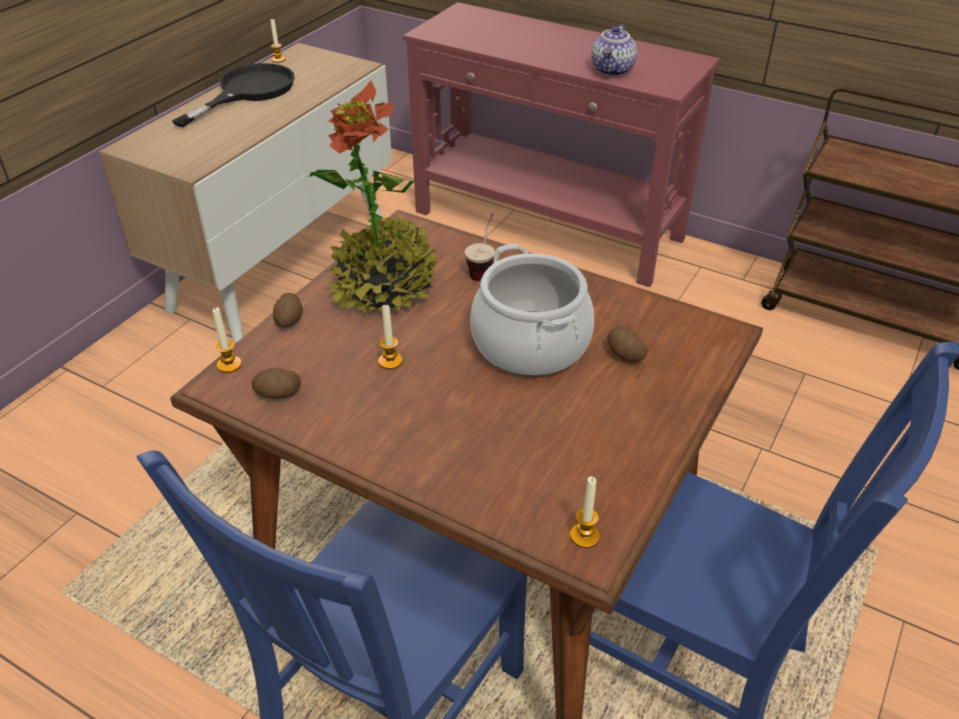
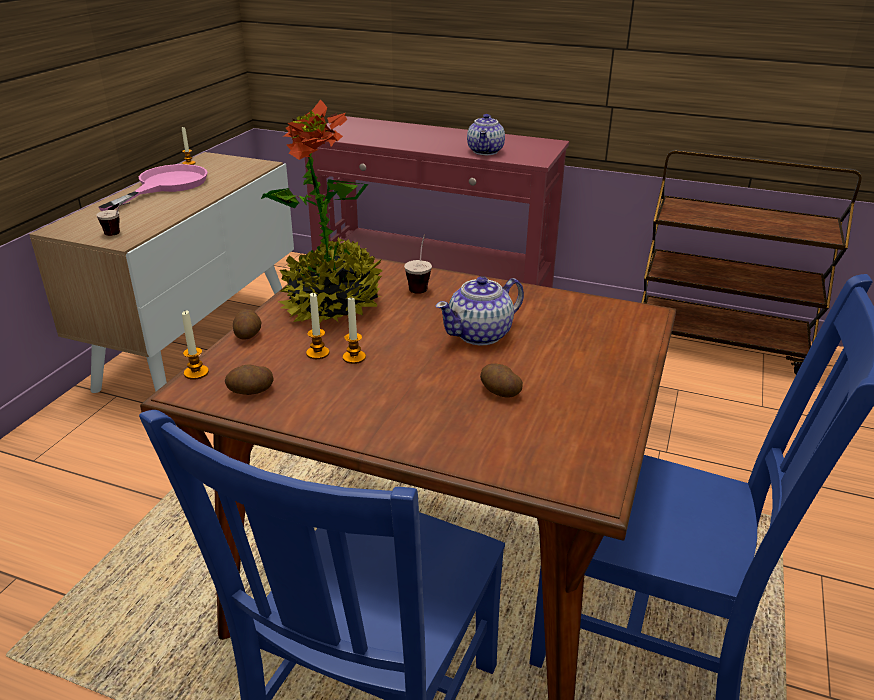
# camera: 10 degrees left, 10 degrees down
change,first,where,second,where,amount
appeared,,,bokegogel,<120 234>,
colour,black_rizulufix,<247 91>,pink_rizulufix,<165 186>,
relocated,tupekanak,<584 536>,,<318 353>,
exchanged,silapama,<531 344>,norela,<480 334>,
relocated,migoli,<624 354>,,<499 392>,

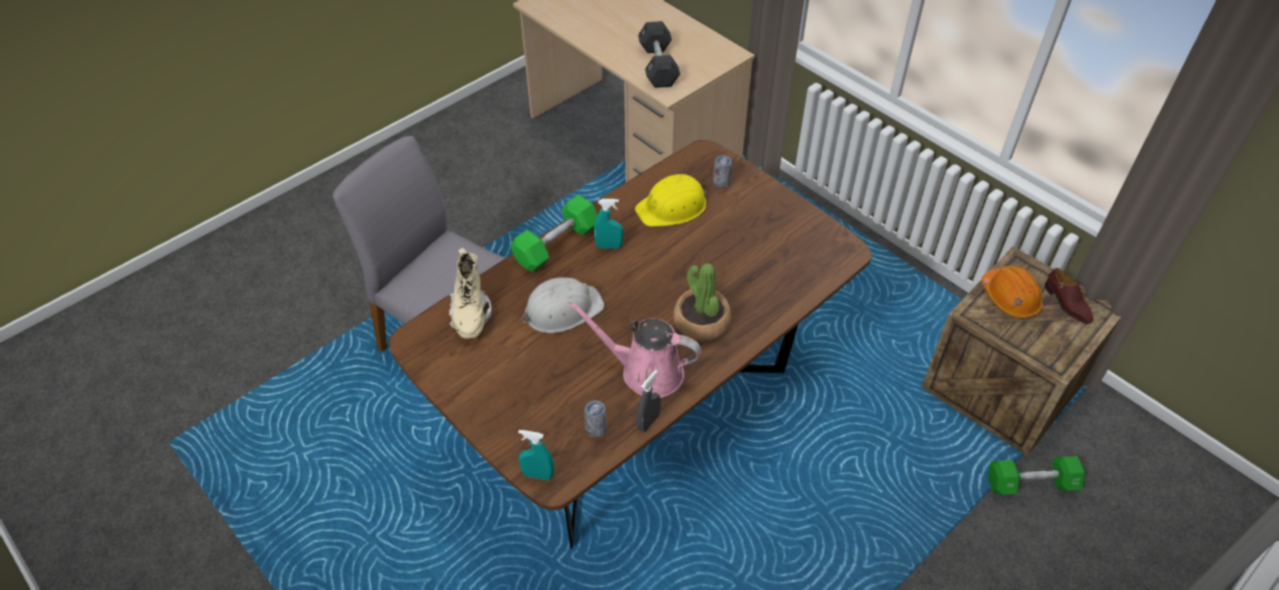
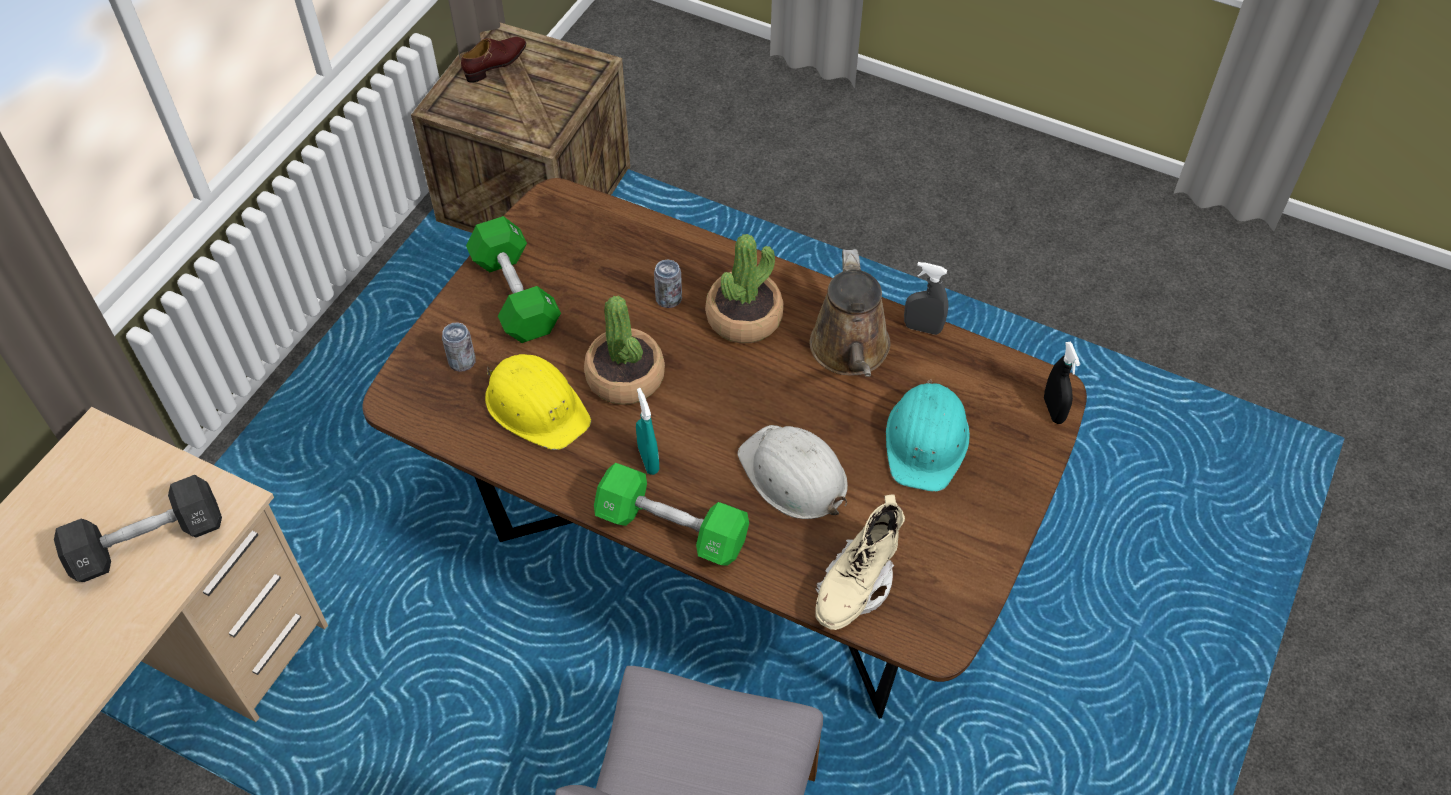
# camera: 110 degrees left, 5 degrees up
change,first,where,second,where,amount
relocated,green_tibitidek,<1031 483>,,<515 295>,
appeared,,,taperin,<625 377>,
relocated,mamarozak,<596 429>,,<668 298>,
colour,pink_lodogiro,<646 371>,brown_lodogiro,<851 351>,
spun,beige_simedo,<470 314>,,<855 586>,150 degrees clockwise
appeared,,,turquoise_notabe,<926 440>,
colour,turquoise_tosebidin,<538 475>,black_tosebidin,<1053 410>,
missing,orange_notabe,<1009 298>,,,

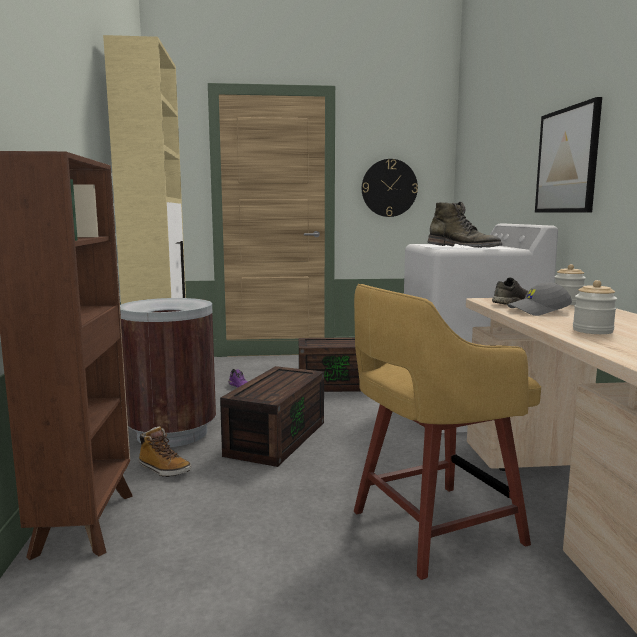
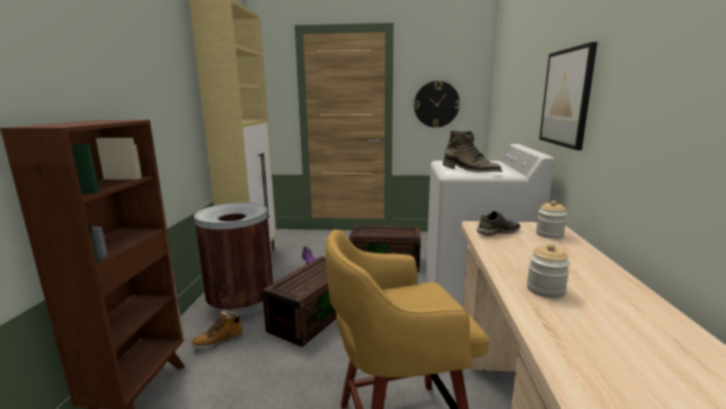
# camera: 10 degrees right, 5 degrees up
change,first,where,second,where,amount
spun,simedo,<163 469>,,<219 341>,105 degrees clockwise
missing,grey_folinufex,<538 311>,,,

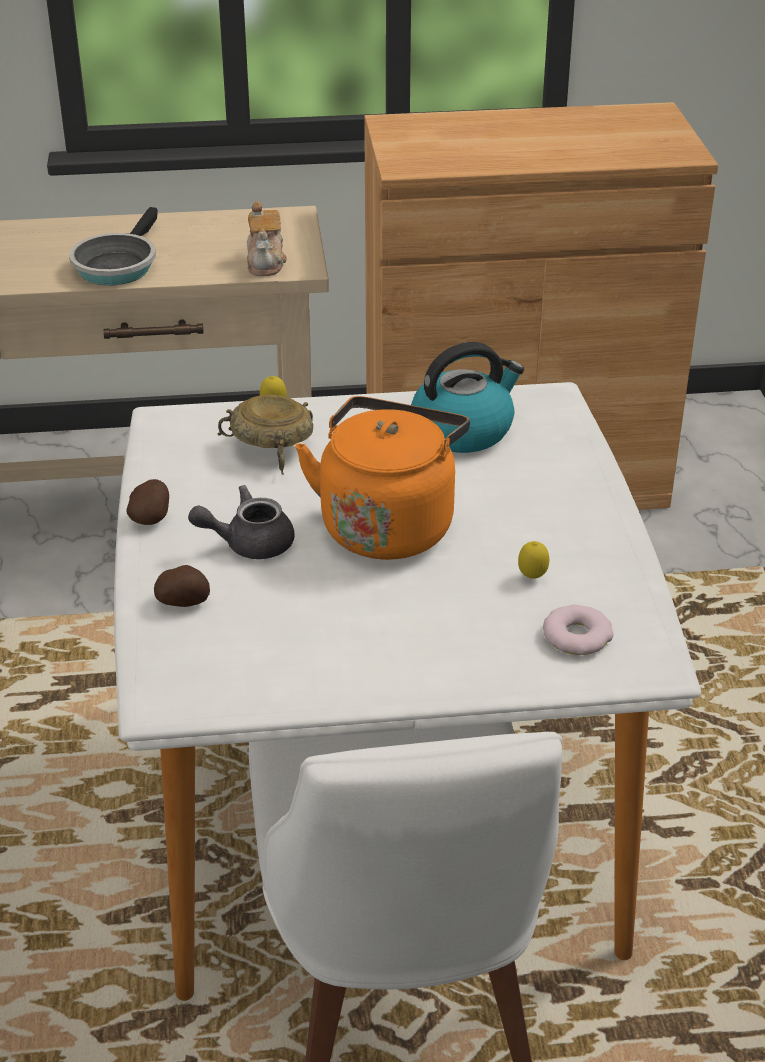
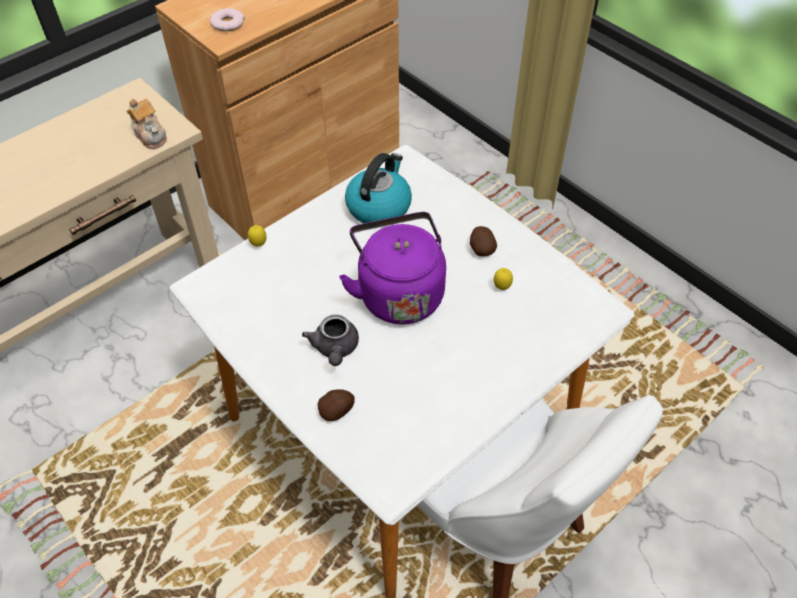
# camera: 35 degrees left, 15 degrees up
change,first,where,second,where,amount
relocated,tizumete,<577 636>,,<228 23>,
spun,grey_norela,<248 543>,,<335 349>,45 degrees counterclockwise
colour,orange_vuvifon,<388 524>,purple_vuvifon,<398 293>,
relocated,migoli,<152 517>,,<481 249>,
missing,rizulufix,<117 265>,,,
missing,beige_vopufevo,<271 448>,,,

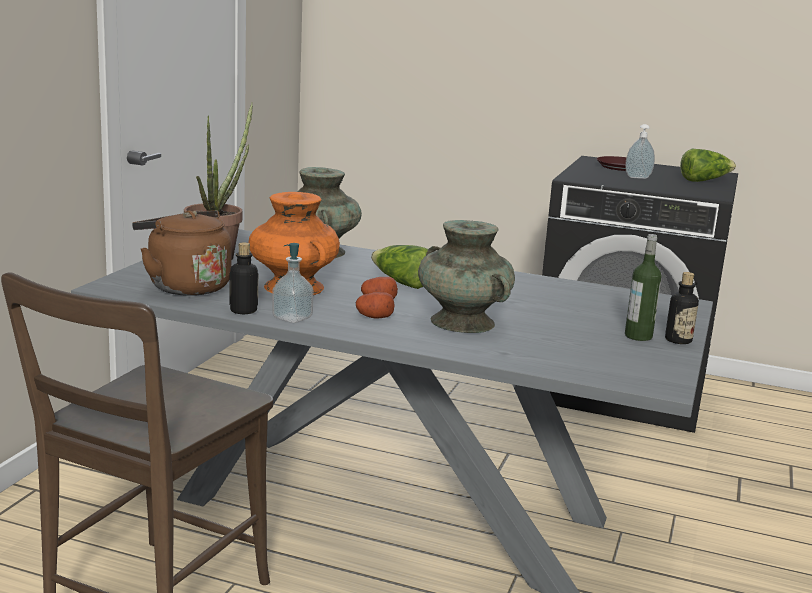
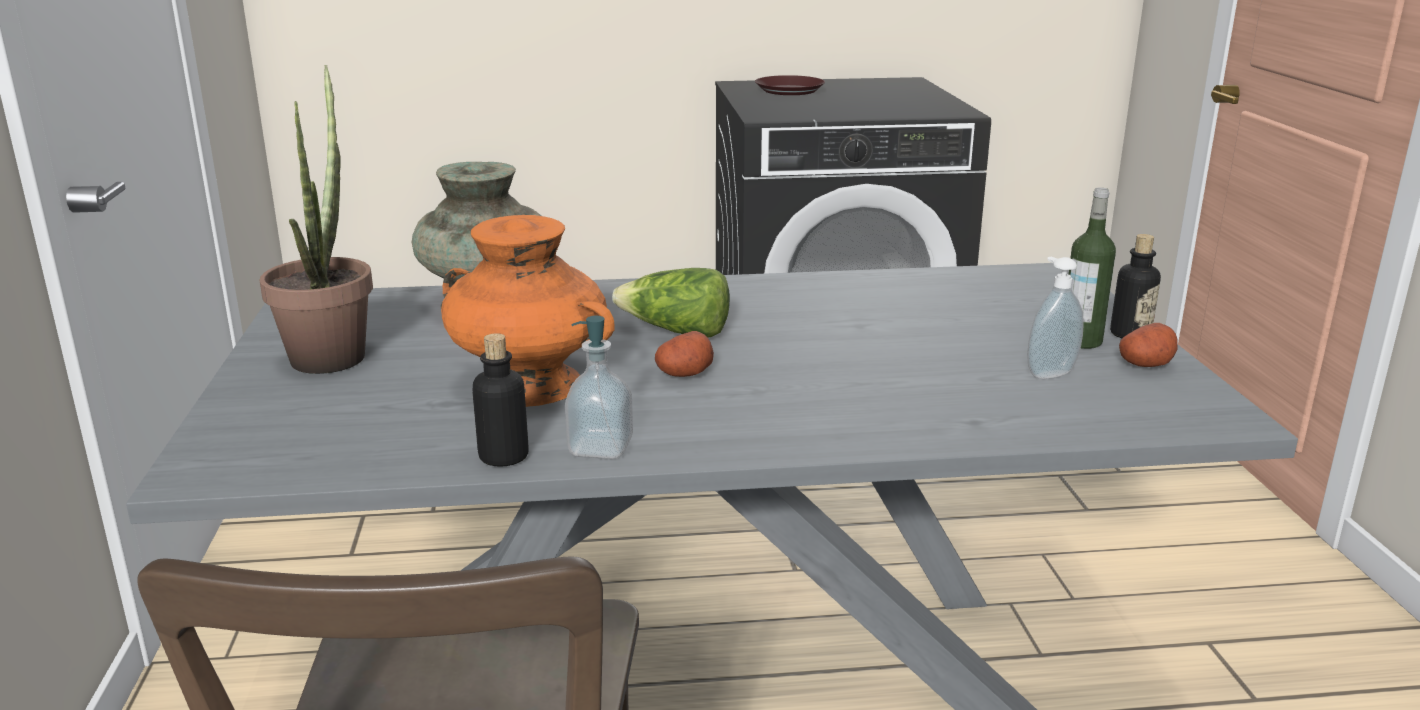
# camera: 25 degrees left, 5 degrees up
change,first,where,second,where,amount
relocated,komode,<637 177>,,<1048 373>,
relocated,migoli,<374 317>,,<1146 364>,
missing,brown_vuvifon,<185 286>,,,
missing,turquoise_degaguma,<462 322>,,,
missing,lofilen,<704 180>,,,

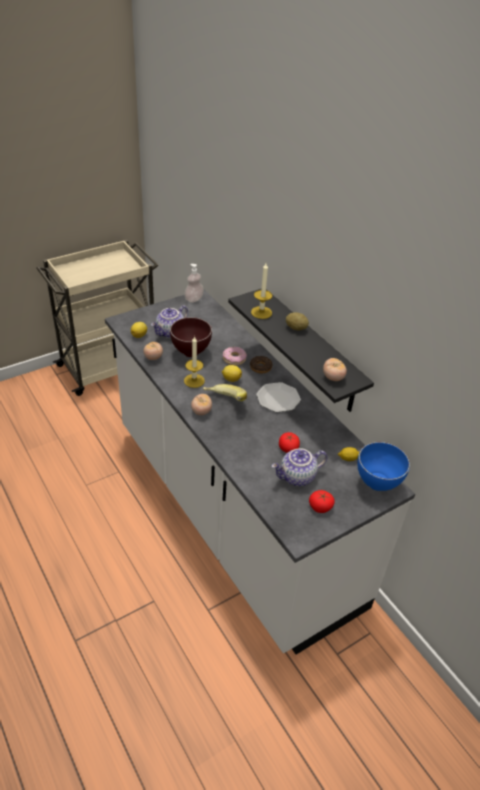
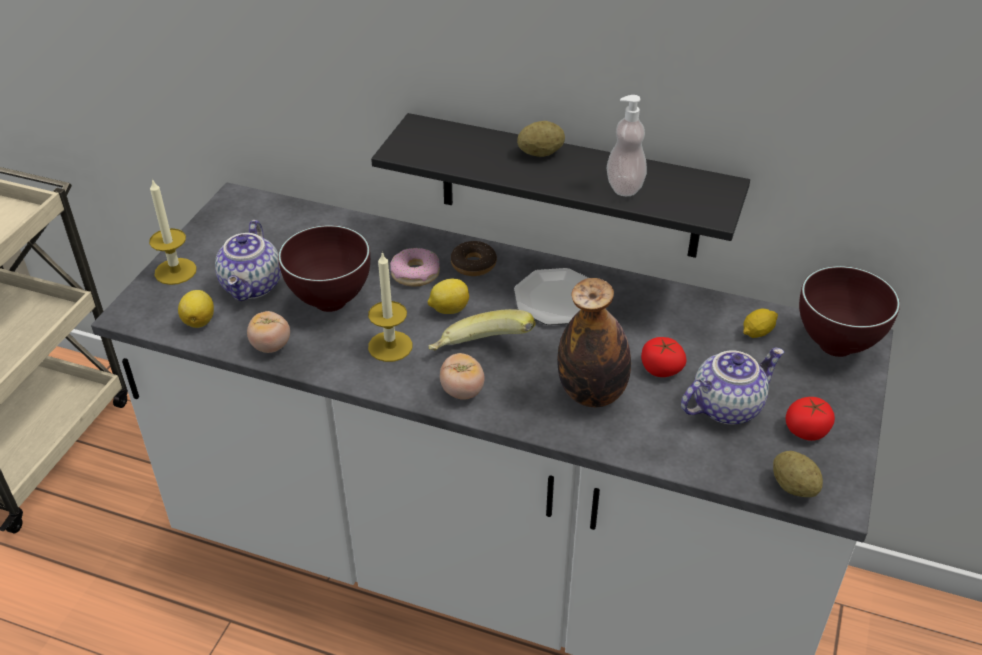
# camera: 35 degrees left, 0 degrees up
change,first,where,second,where,amount
relocated,tupekanak,<261 312>,,<175 271>,
appeared,,,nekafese,<592 393>,
relocated,komode,<194 299>,,<624 186>,
spun,norela,<297 477>,,<726 406>,150 degrees counterclockwise
appeared,,,migoli,<793 487>,
colour,blue_vopufevo,<376 483>,brown_vopufevo,<833 345>,
missing,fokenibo,<333 377>,,,

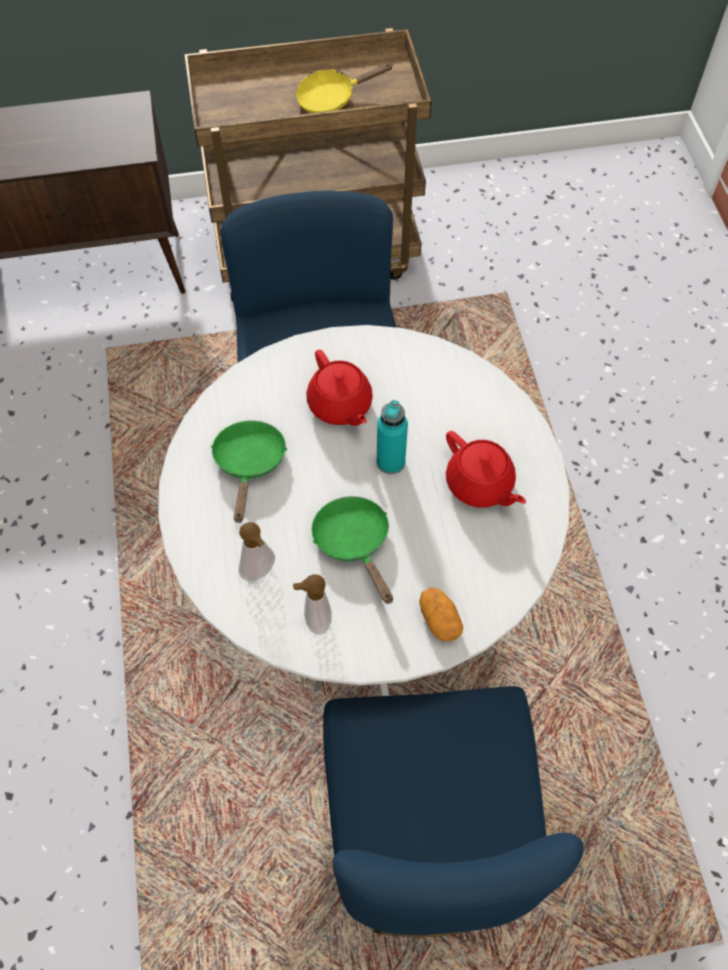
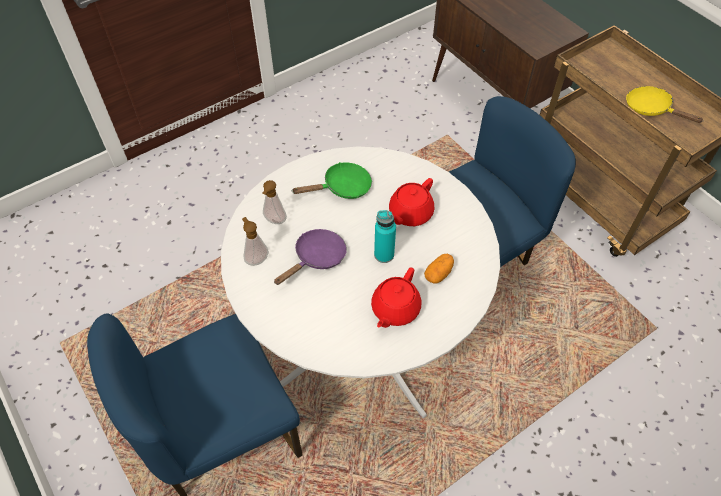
# camera: 65 degrees right, 5 degrees down
change,first,where,second,where,amount
colour,green_rizulufix,<354 542>,purple_rizulufix,<317 258>,
relocated,migoli,<439 620>,,<438 273>,

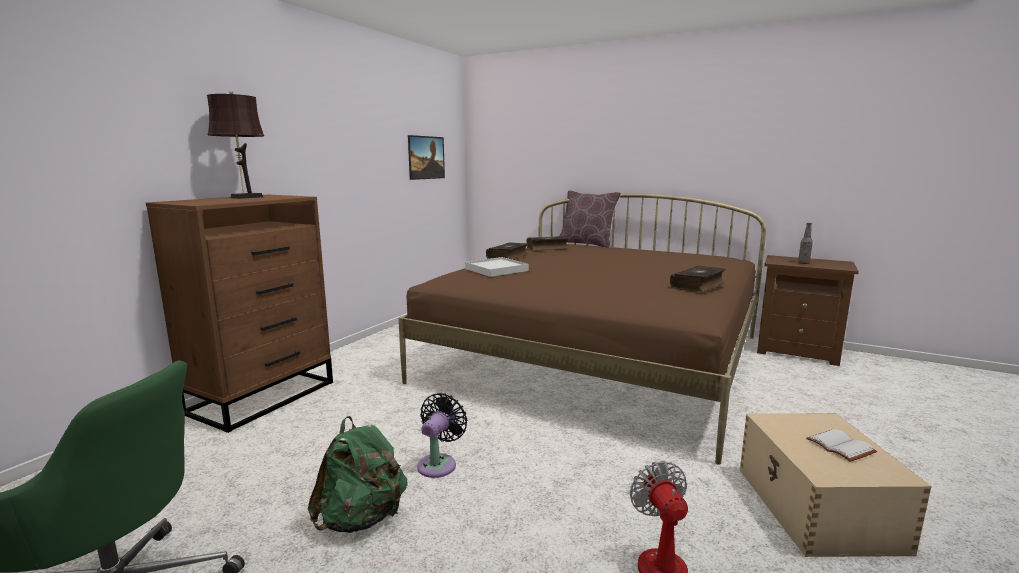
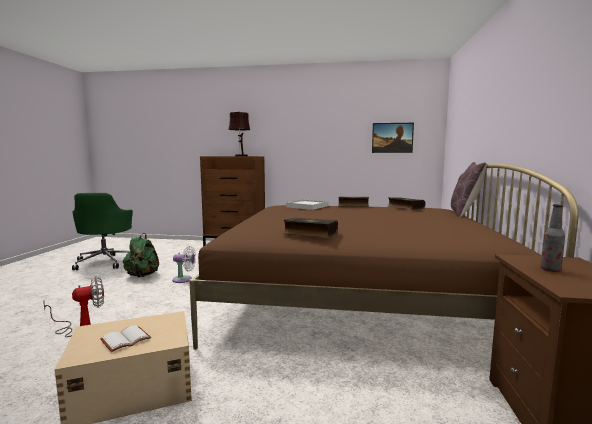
# camera: 70 degrees right, 5 degrees down
change,first,where,second,where,amount
colour,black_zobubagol,<439 463>,white_zobubagol,<184 279>,

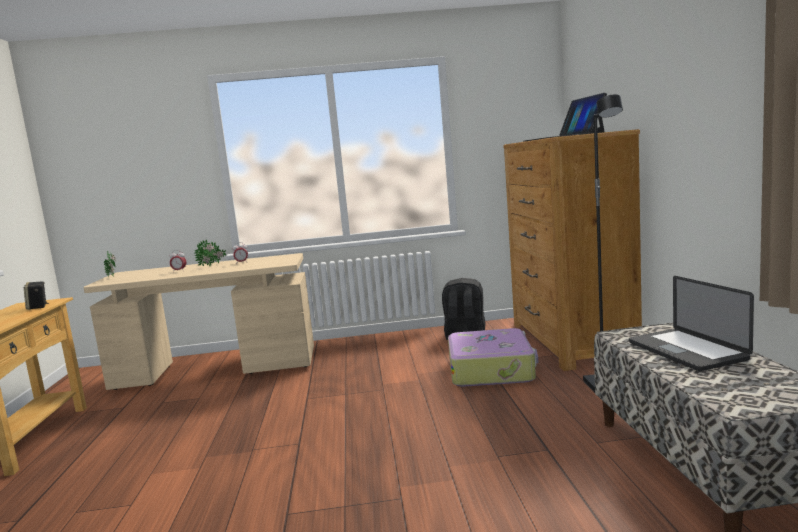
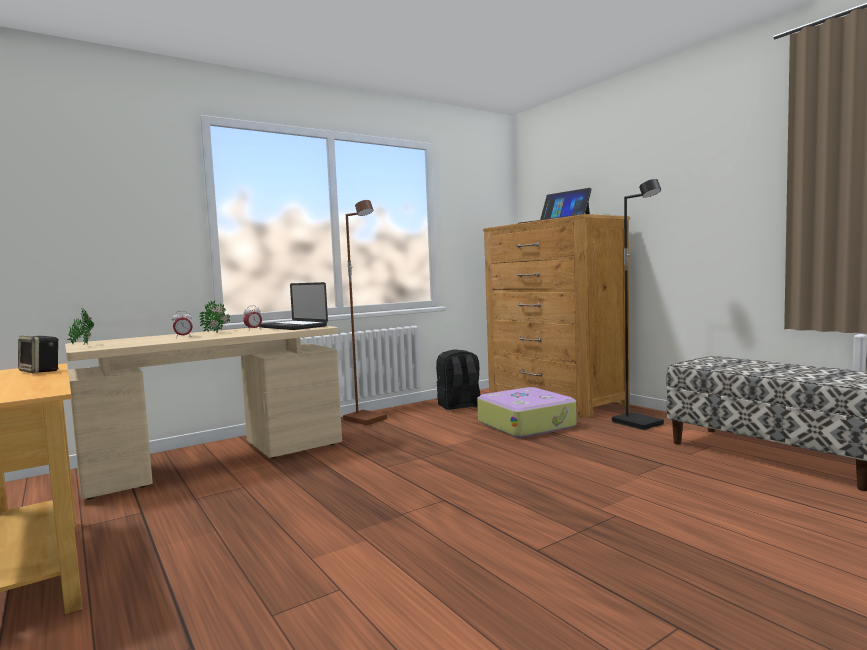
# camera: 30 degrees left, 5 degrees down
change,first,where,second,where,amount
relocated,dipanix,<686 351>,,<293 327>,
appeared,,,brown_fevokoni,<366 419>,

